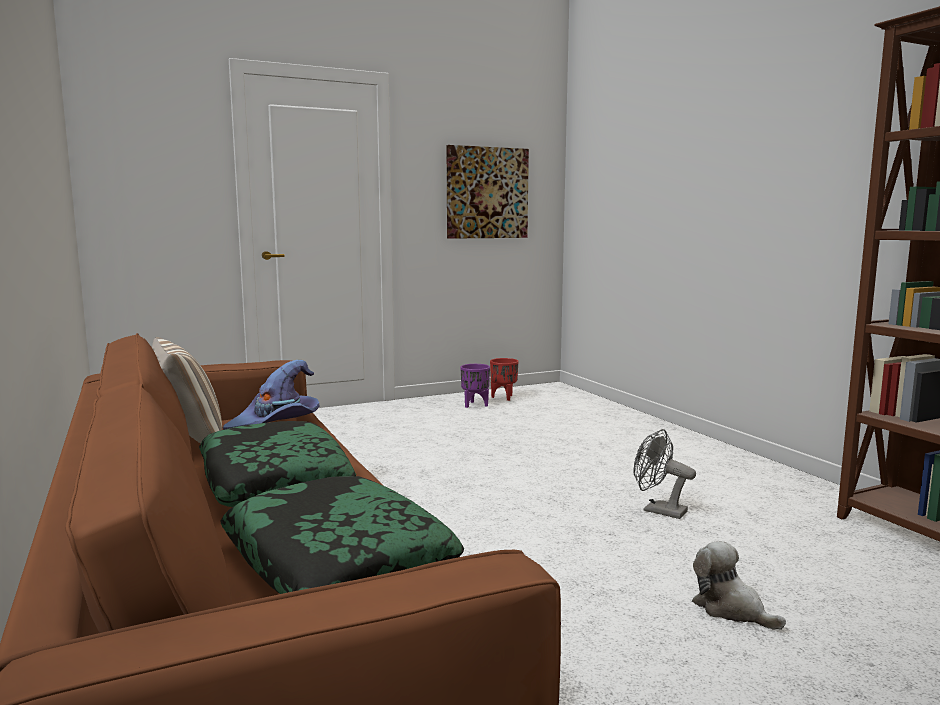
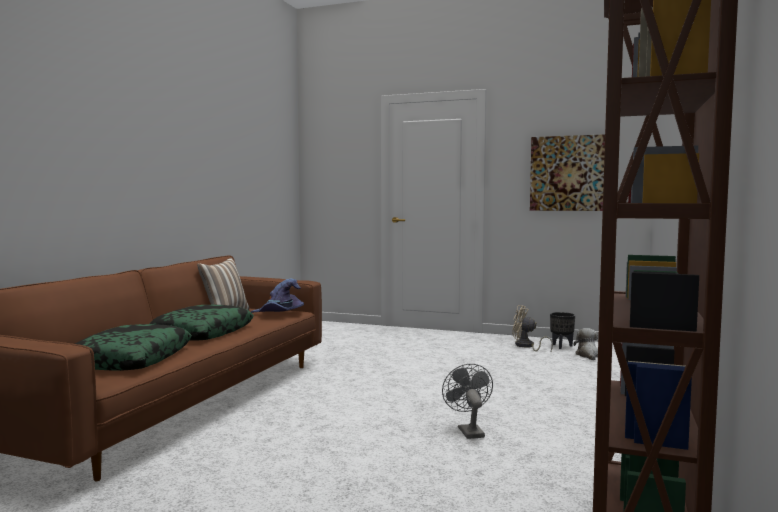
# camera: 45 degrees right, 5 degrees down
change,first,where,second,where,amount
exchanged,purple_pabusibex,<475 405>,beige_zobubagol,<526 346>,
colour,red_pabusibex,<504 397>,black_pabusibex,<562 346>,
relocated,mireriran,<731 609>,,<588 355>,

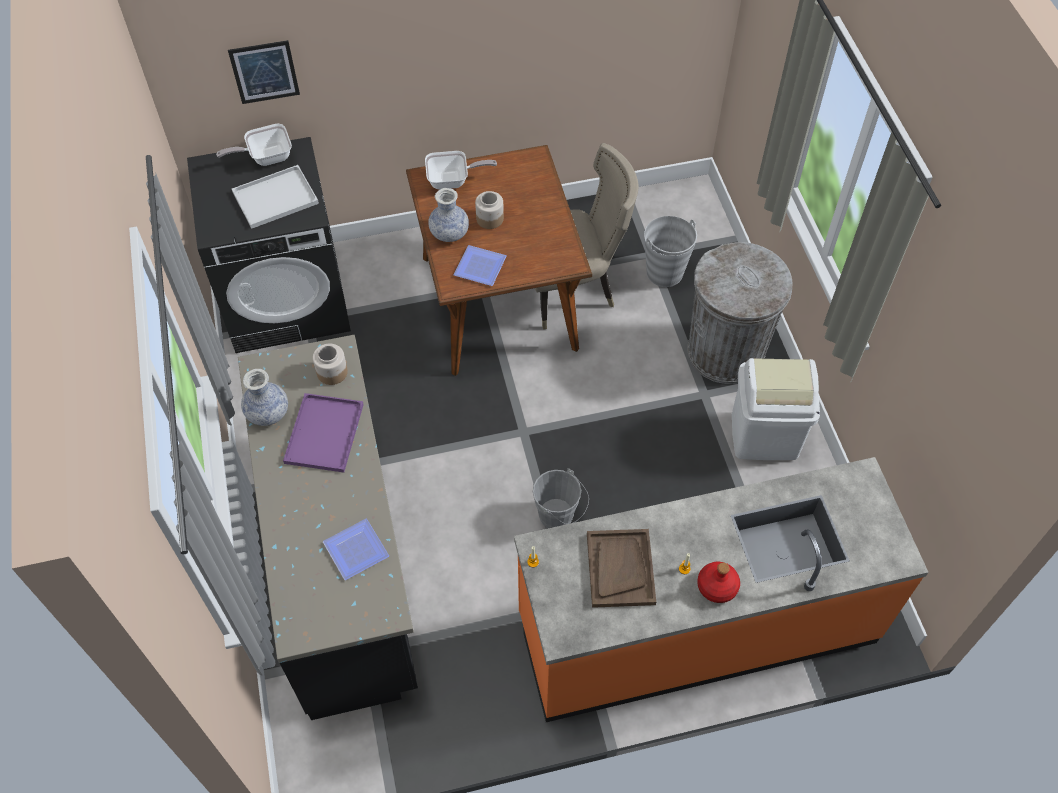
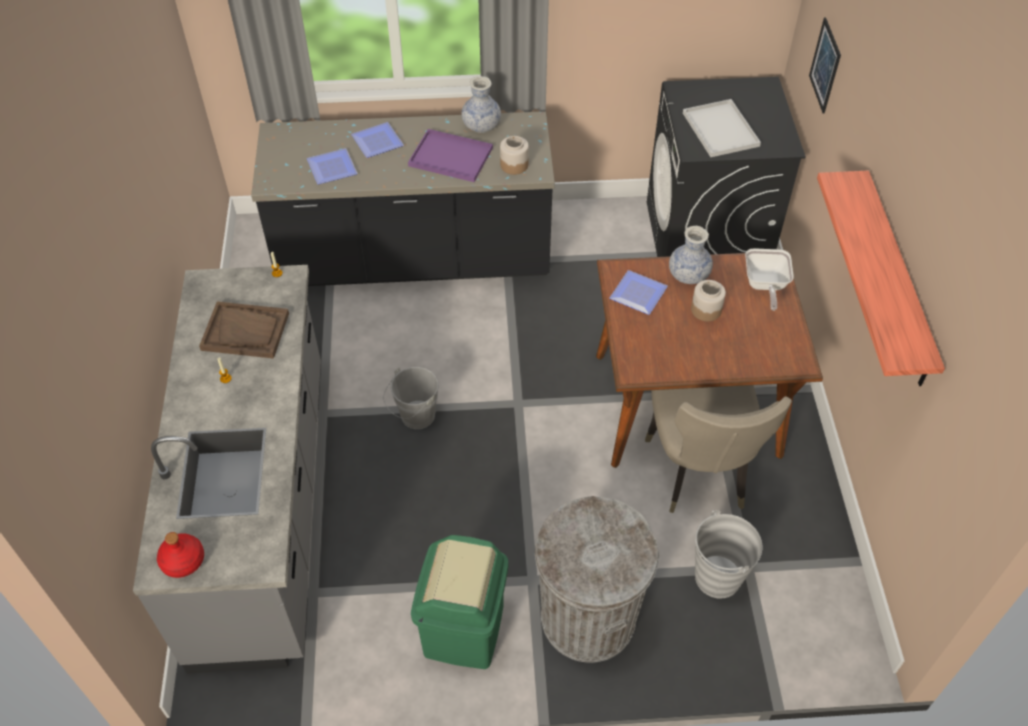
# camera: 100 degrees right, 5 degrees down
change,first,where,second,where,amount
colour,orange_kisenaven,<695 627>,grey_kisenaven,<264 508>,
relocated,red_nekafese,<717 586>,,<184 561>,
appeared,,,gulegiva,<375 141>,
colour,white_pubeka,<764 435>,green_pubeka,<464 630>,
appeared,,,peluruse,<896 280>,
missing,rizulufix,<266 157>,,,

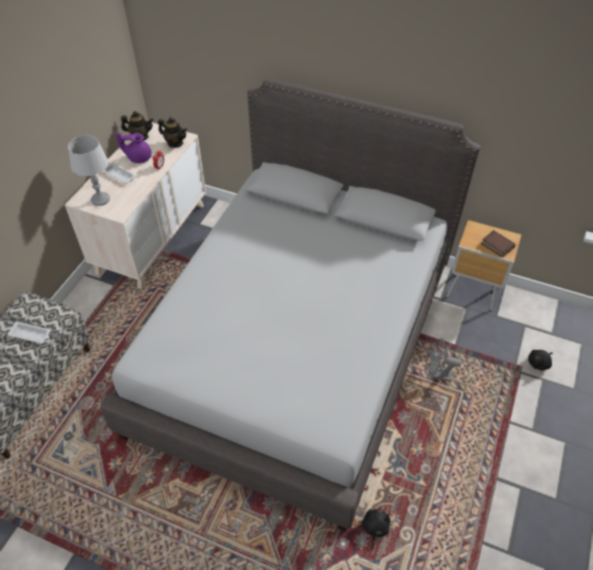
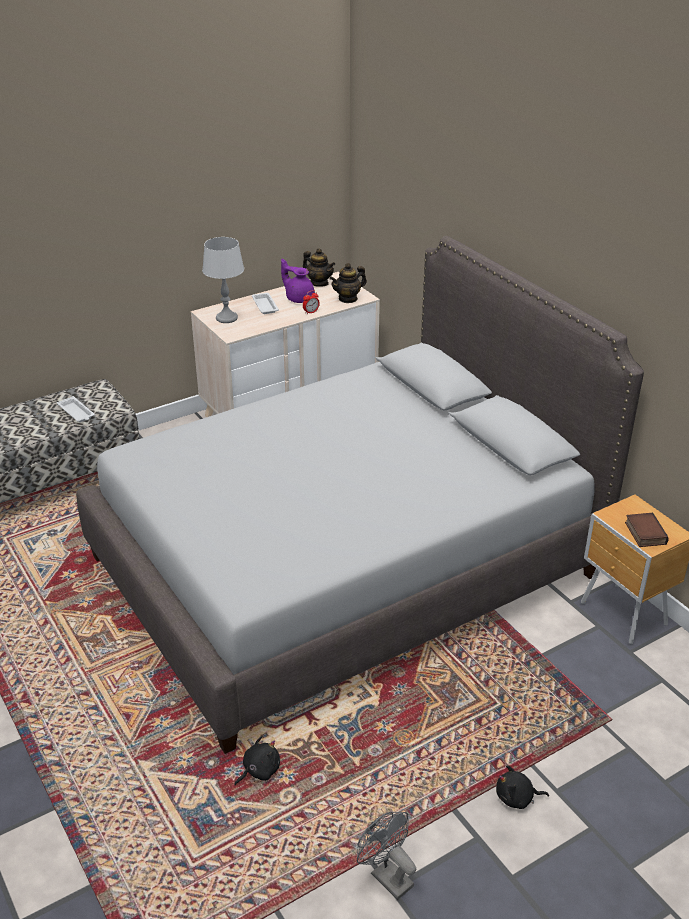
# camera: 35 degrees right, 15 degrees down
change,first,where,second,where,amount
spun,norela,<175 143>,,<348 299>,90 degrees clockwise
relocated,grey_zobubagol,<436 374>,,<386 876>,
relocated,black_mireriran,<539 363>,,<517 798>,

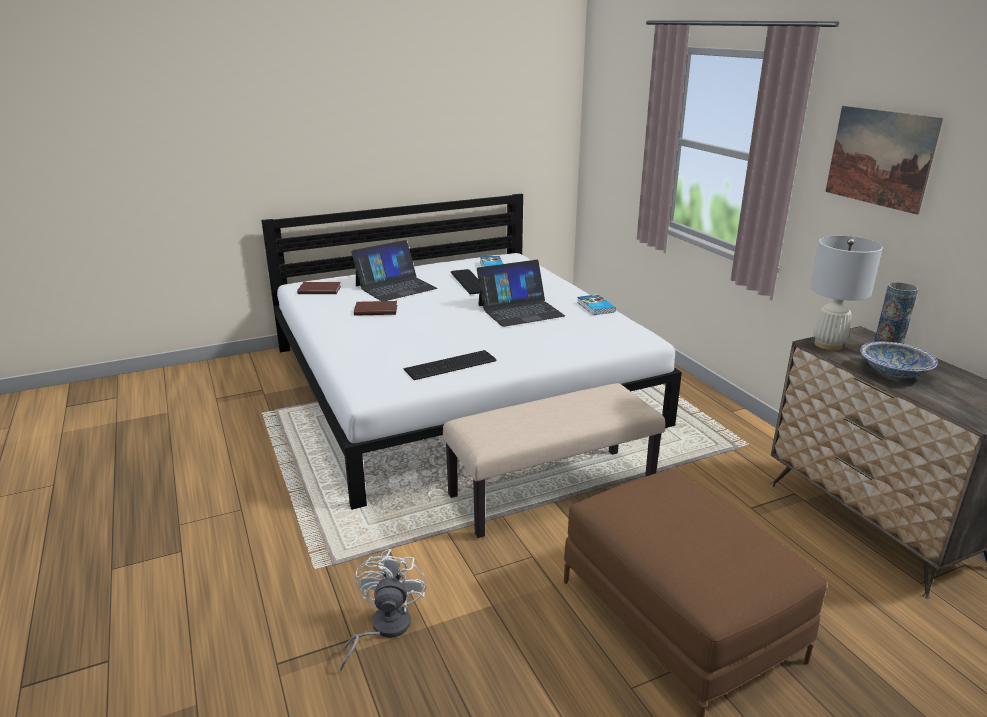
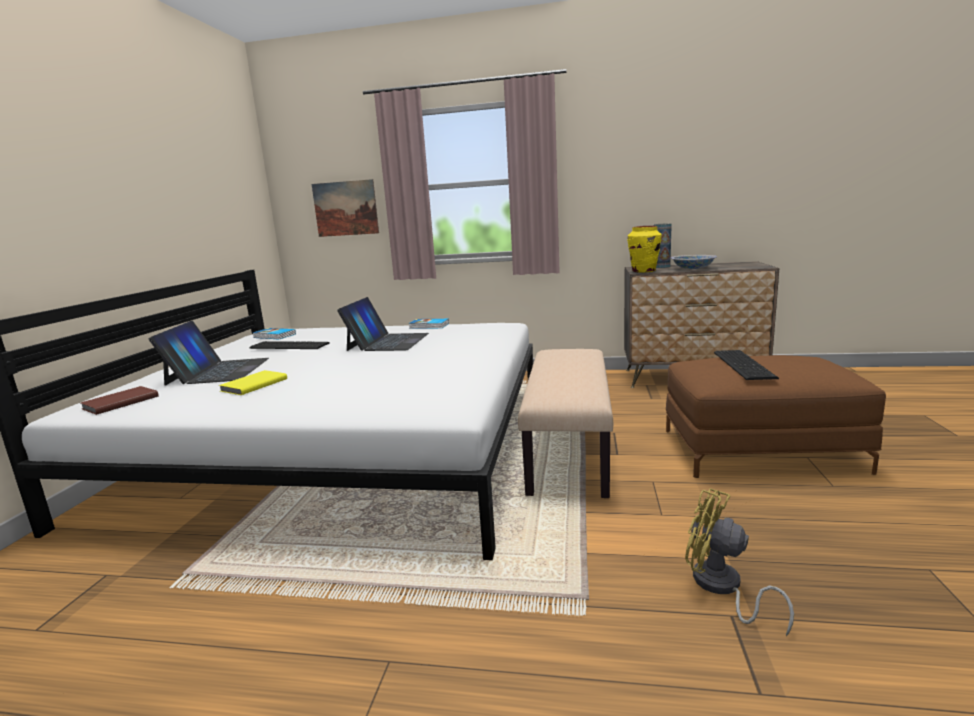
# camera: 55 degrees left, 10 degrees down
change,first,where,second,where,amount
colour,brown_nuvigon,<375 310>,yellow_nuvigon,<252 385>,
relocated,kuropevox,<880 157>,,<345 208>,
exchanged,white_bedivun,<828 344>,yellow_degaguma,<643 271>,
colour,white_zobubagol,<383 628>,yellow_zobubagol,<721 588>,
relocated,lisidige,<452 365>,,<744 364>,

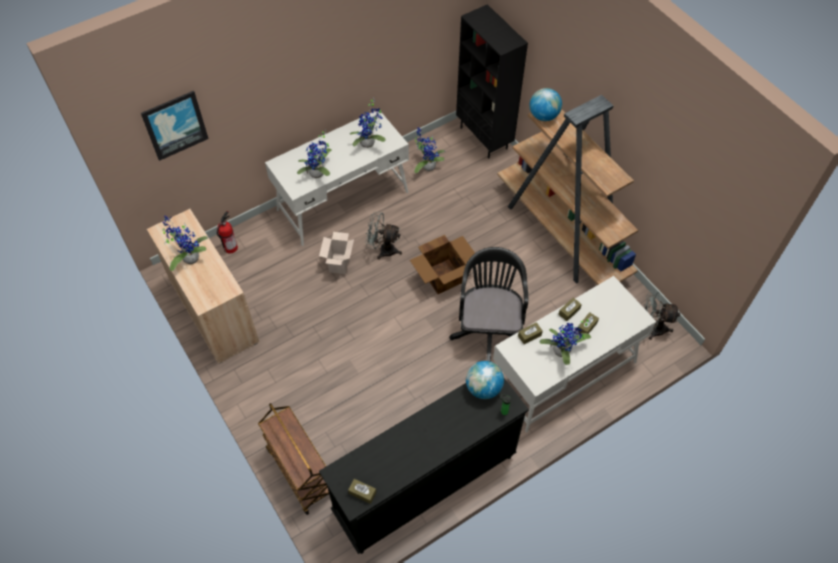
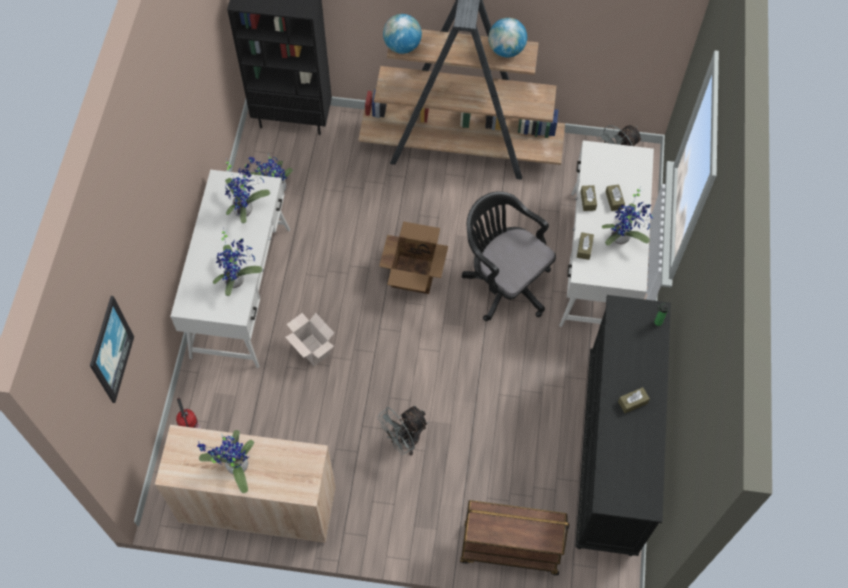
# camera: 50 degrees left, 5 degrees up
change,first,where,second,where,amount
relocated,grey_zobubagol,<383 249>,,<404 440>,
relocated,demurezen,<483 388>,,<506 50>,
relocated,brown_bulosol,<362 493>,,<632 402>,

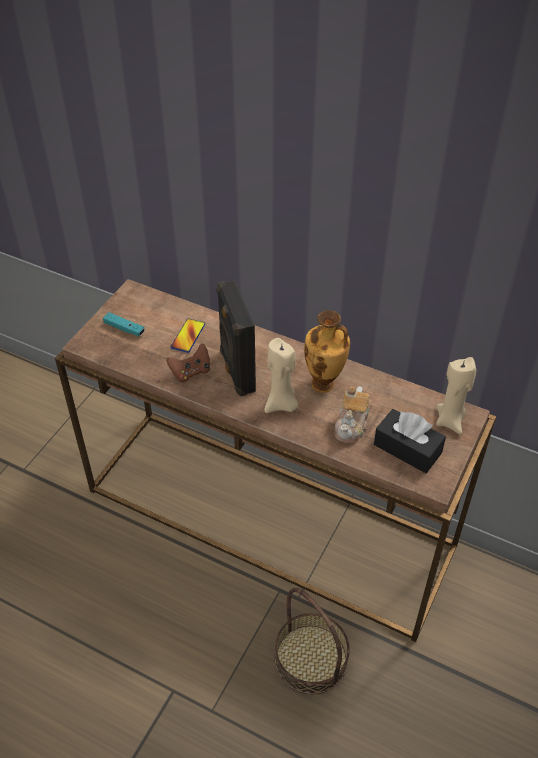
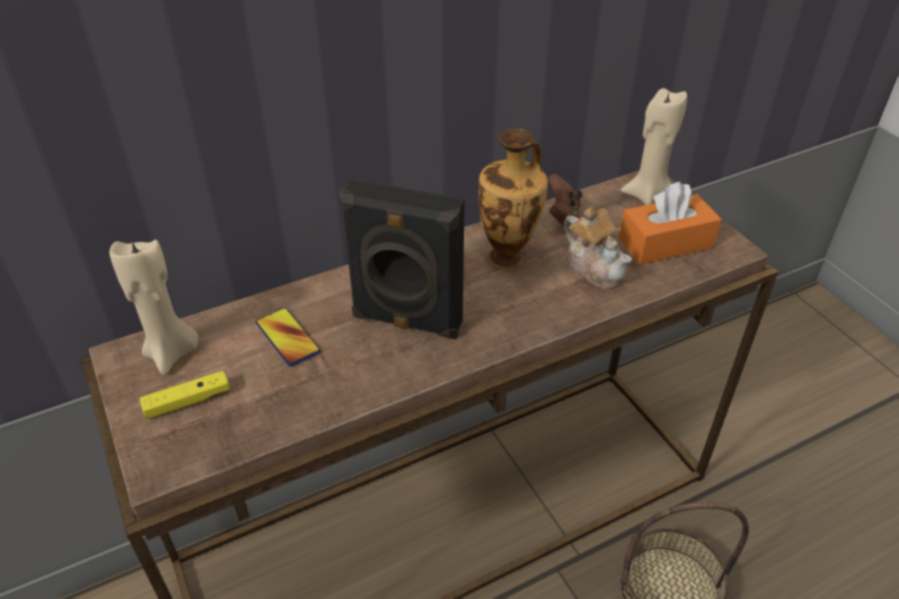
# camera: 55 degrees left, 5 degrees down
change,first,where,second,where,amount
relocated,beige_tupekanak,<281 405>,,<172 353>,
colour,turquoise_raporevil,<124 328>,yellow_raporevil,<188 401>,
relocated,brown_raporevil,<191 372>,,<563 217>,
colour,black_bulosol,<407 448>,orange_bulosol,<665 243>,

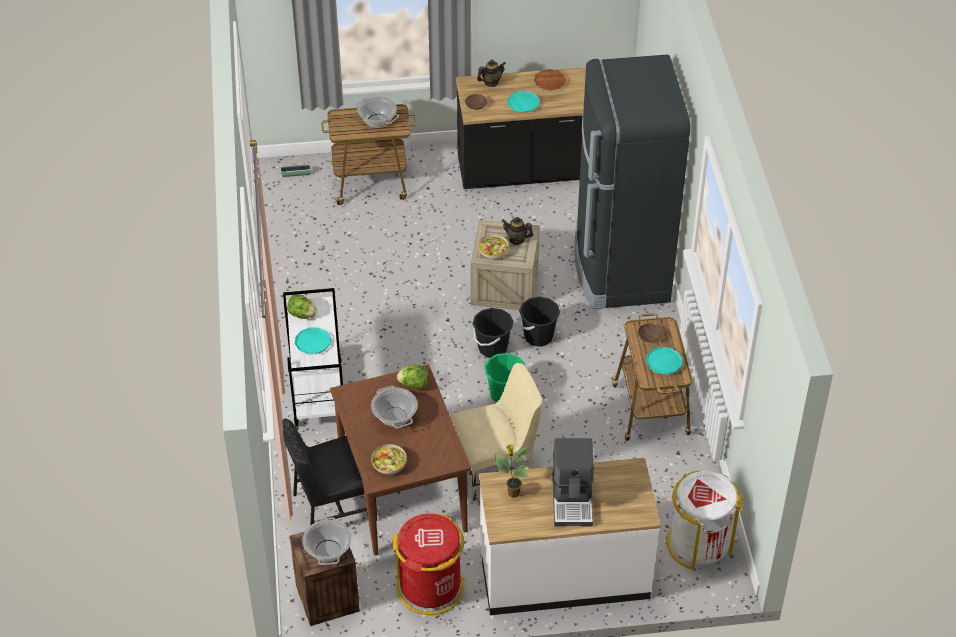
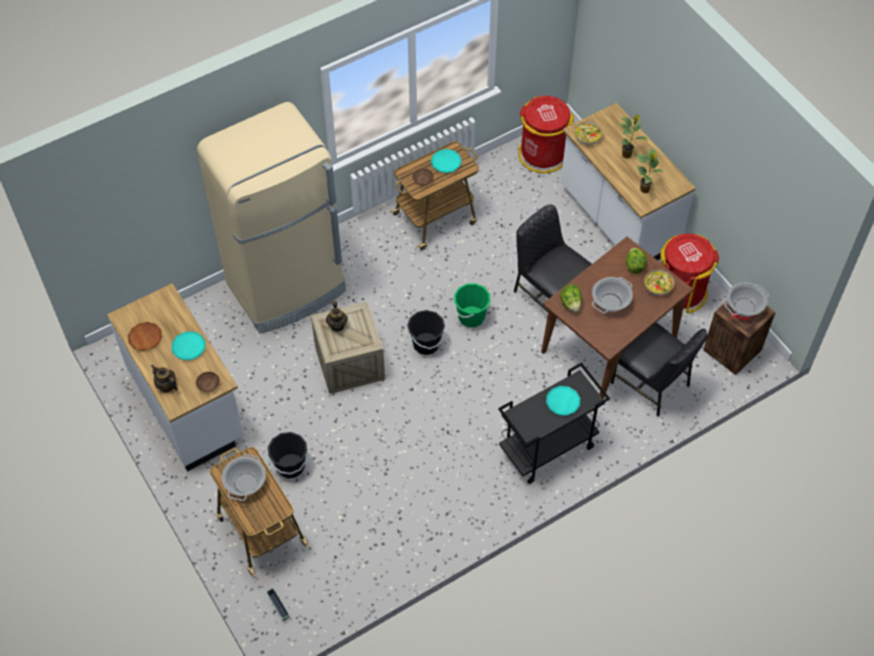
# camera: 115 degrees left, 10 degrees up
change,first,where,second,where,amount
colour,black_kisenaven,<526 171>,white_kisenaven,<187 404>,
colour,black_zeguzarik,<620 269>,beige_zeguzarik,<287 288>,
relocated,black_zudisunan,<538 336>,,<290 466>,
colour,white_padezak,<317 393>,black_padezak,<547 449>,
colour,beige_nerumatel,<496 468>,black_nerumatel,<549 293>,
colour,white_pubeka,<699 543>,red_pubeka,<542 154>,
relocated,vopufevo,<493 251>,,<587 137>,
exchanged,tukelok,<573 499>,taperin,<627 154>,
relocated,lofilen,<302 315>,,<634 266>,

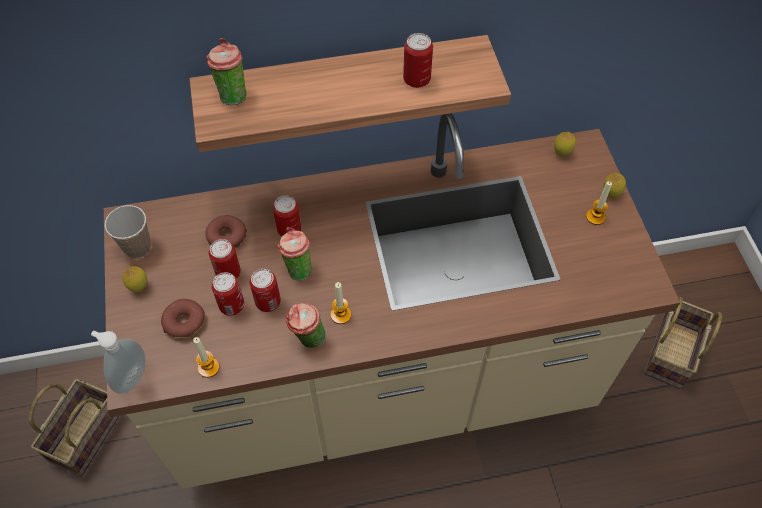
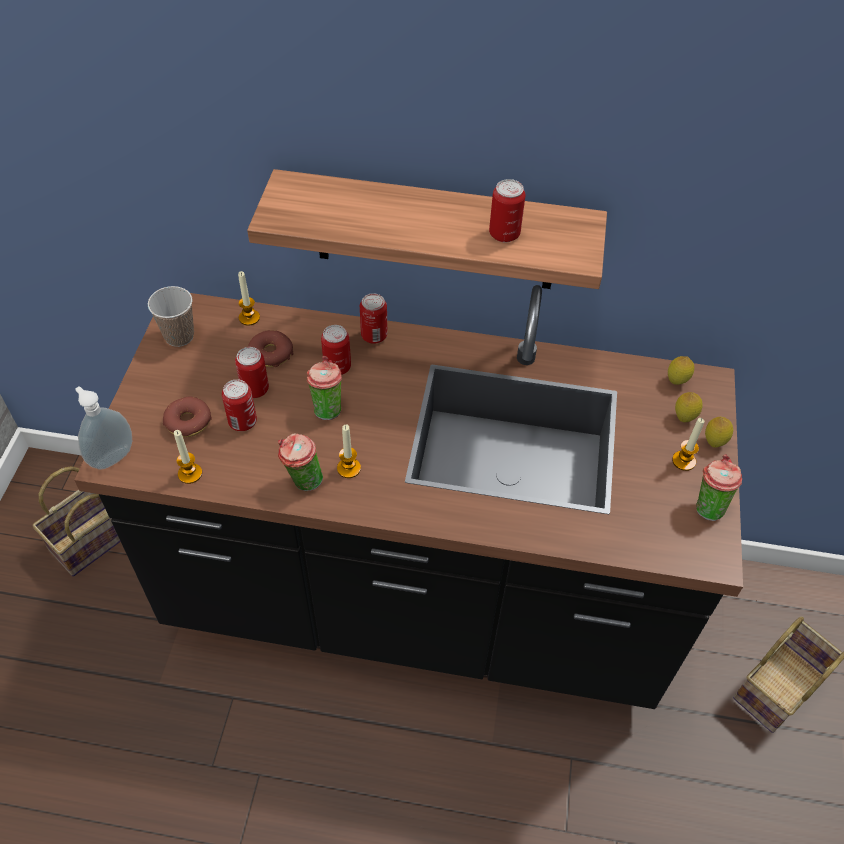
# camera: 20 degrees right, 5 degrees down
change,first,where,second,where,amount
colour,beige_kisenaven,<381 388>,black_kisenaven,<416 601>,
appeared,,,tupekanak,<249 318>,
relocated,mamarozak,<268 302>,,<374 336>,
relocated,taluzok,<139 287>,,<684 418>,
relocated,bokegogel,<232 95>,,<707 506>,

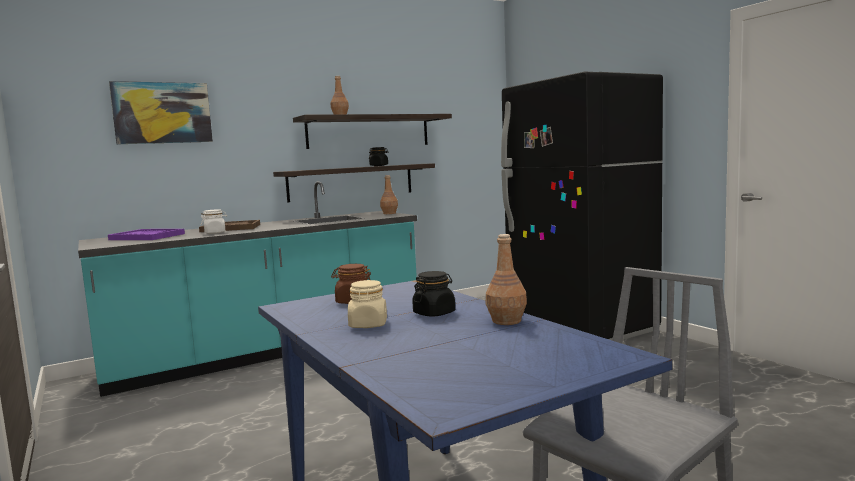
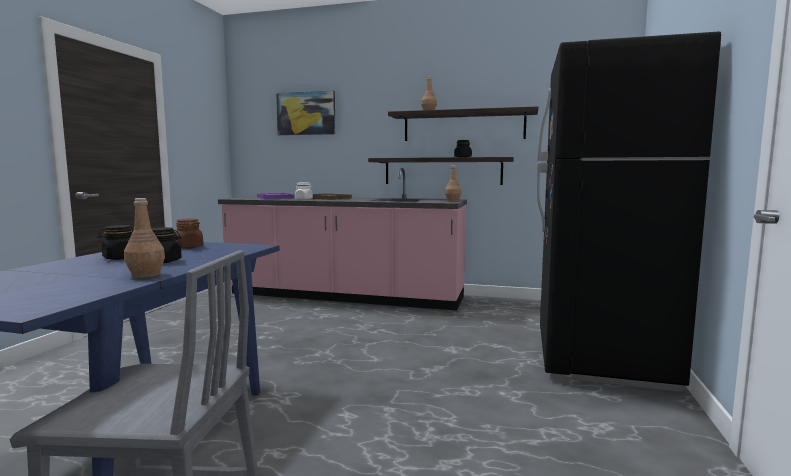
# camera: 45 degrees right, 0 degrees up
change,first,where,second,where,amount
colour,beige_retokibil,<368 325>,black_retokibil,<120 258>,
colour,turquoise_kisenaven,<270 352>,pink_kisenaven,<344 296>,

